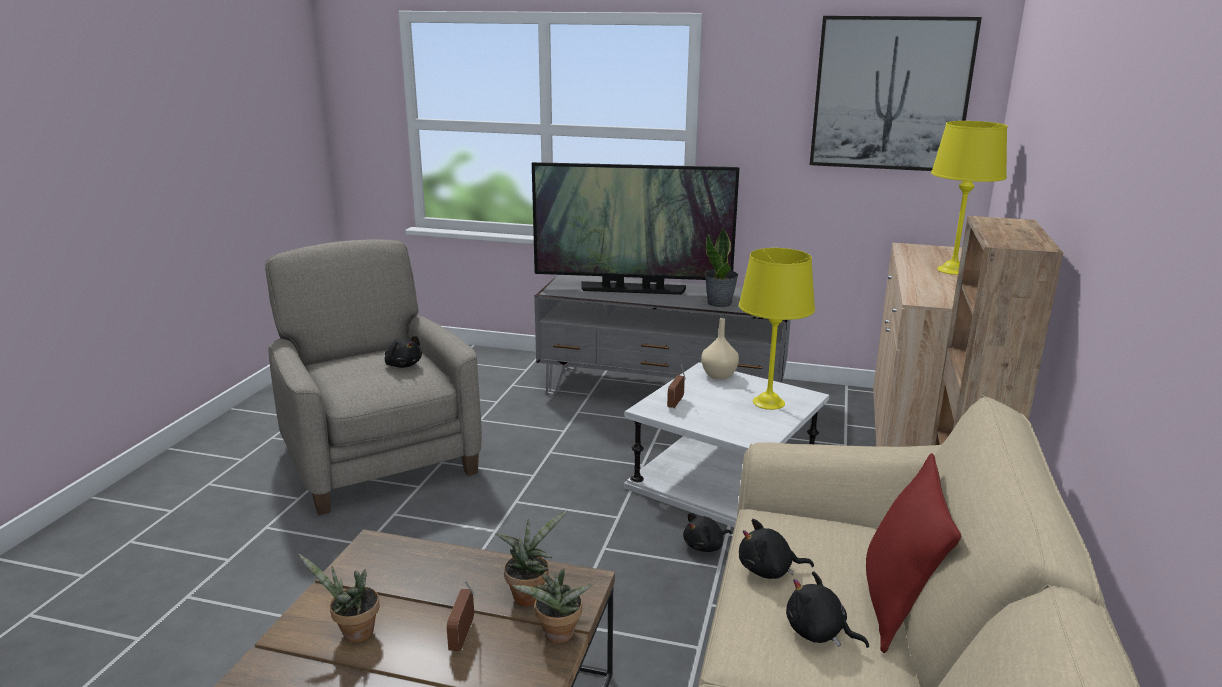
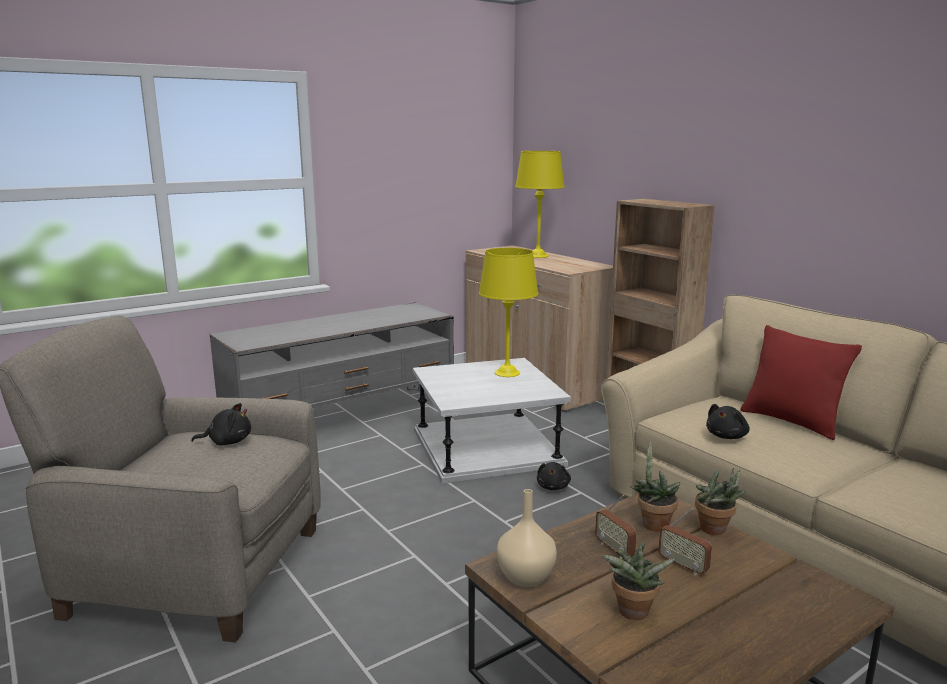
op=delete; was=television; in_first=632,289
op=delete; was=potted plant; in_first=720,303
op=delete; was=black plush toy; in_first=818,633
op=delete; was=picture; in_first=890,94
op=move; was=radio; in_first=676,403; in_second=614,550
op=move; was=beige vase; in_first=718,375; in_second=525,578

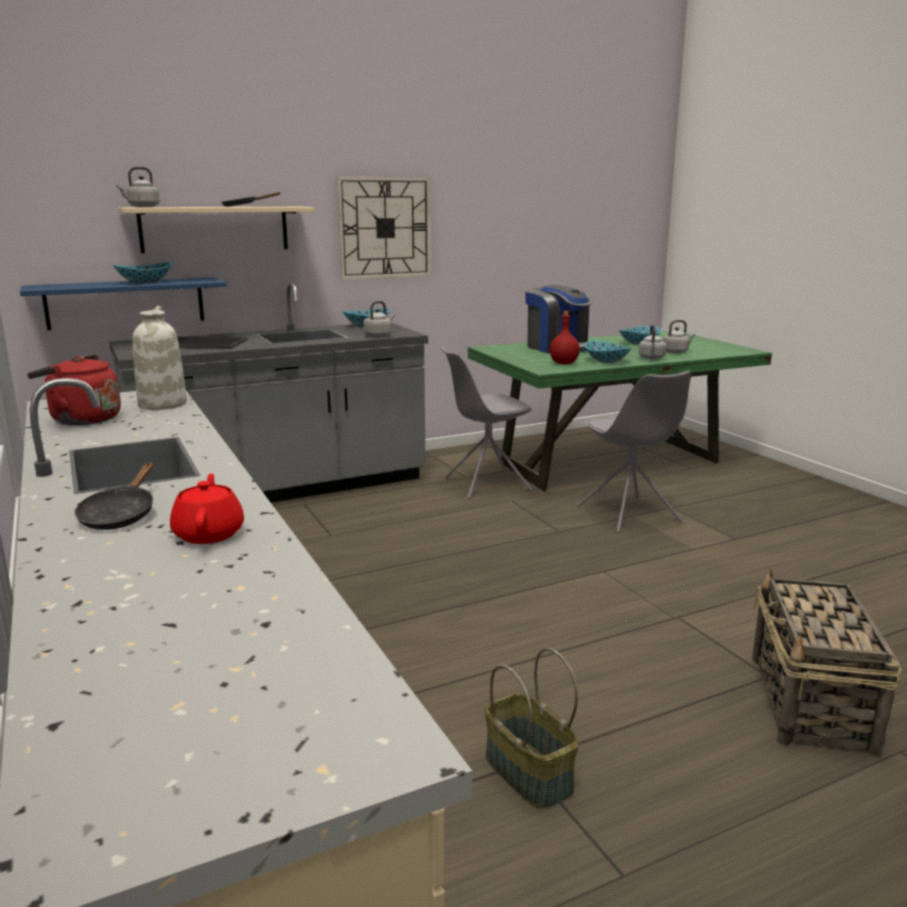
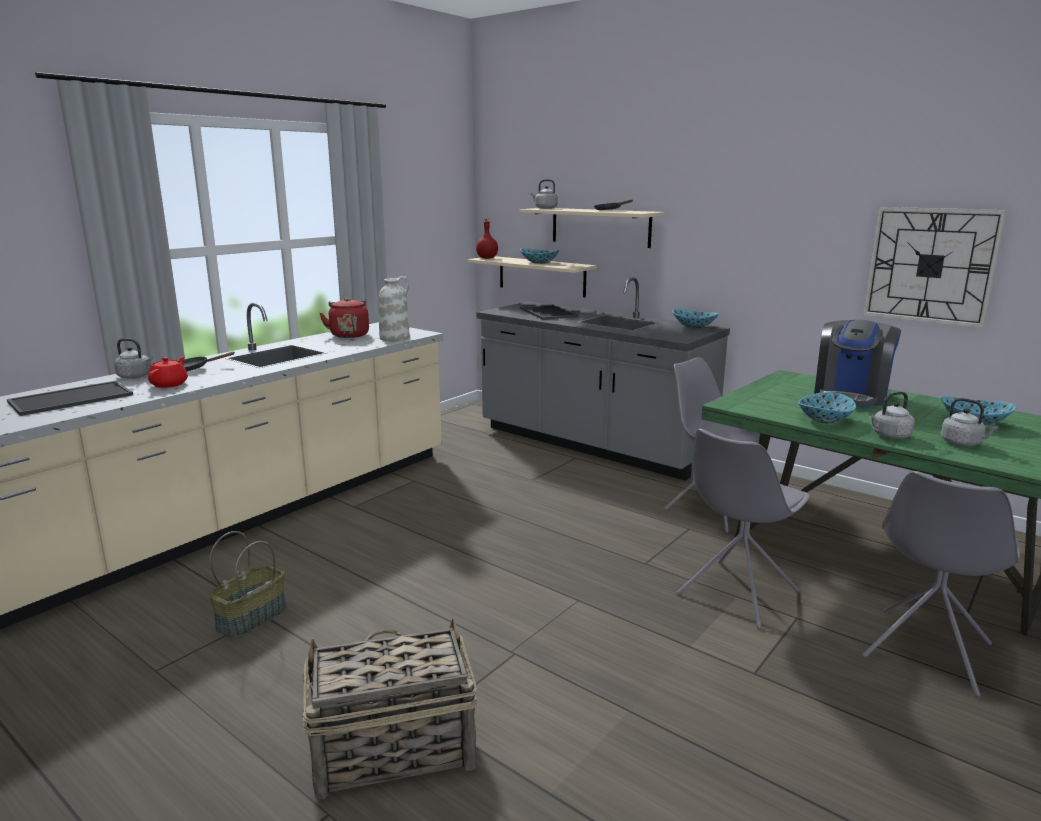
op=insert; now=tray; in_second=72,398
op=insert; now=grey chair; in_second=926,652
op=move; was=wall clock; in_first=384,228; in_second=930,265
op=move; was=grey kettle; in_first=379,335; in_second=136,376
op=move; was=red bottle; in_first=563,363; in_second=487,258
op=recolor; was=blue shelf; now=beige shelf; in_first=126,303; in_second=541,276
op=rotate; was=red teapot; in_first=209,533; in_second=170,384; clockwise=-45

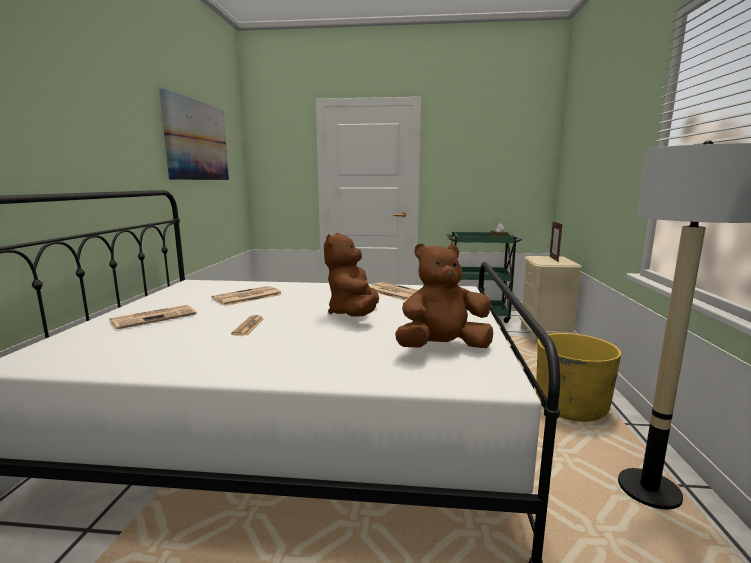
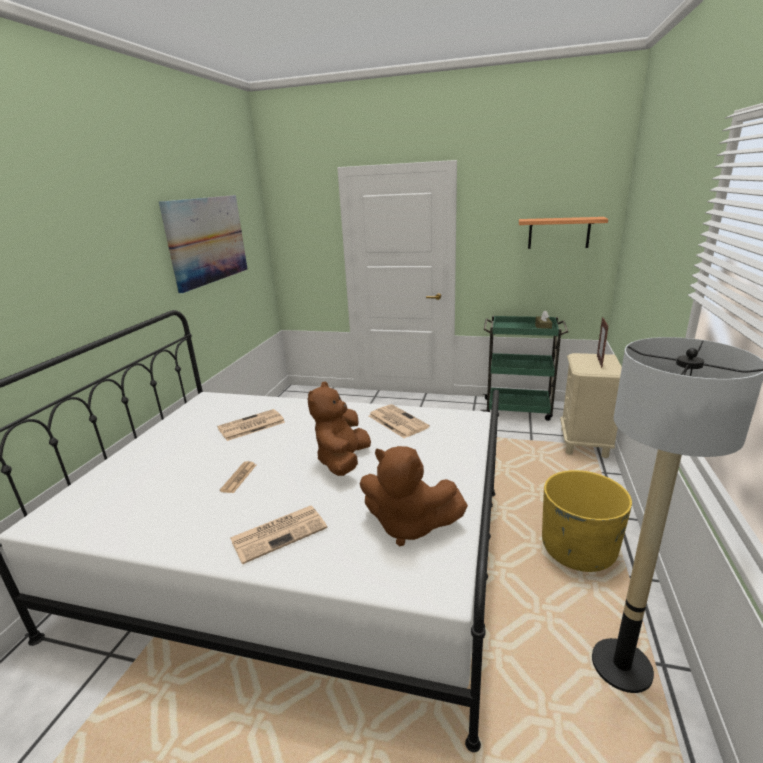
op=insert; now=shelf; in_second=559,233
op=move; was=newspaper; in_first=155,317; in_second=280,532
op=rotate; was=brown plush toy; in_first=442,348; in_second=408,525; clockwise=-150

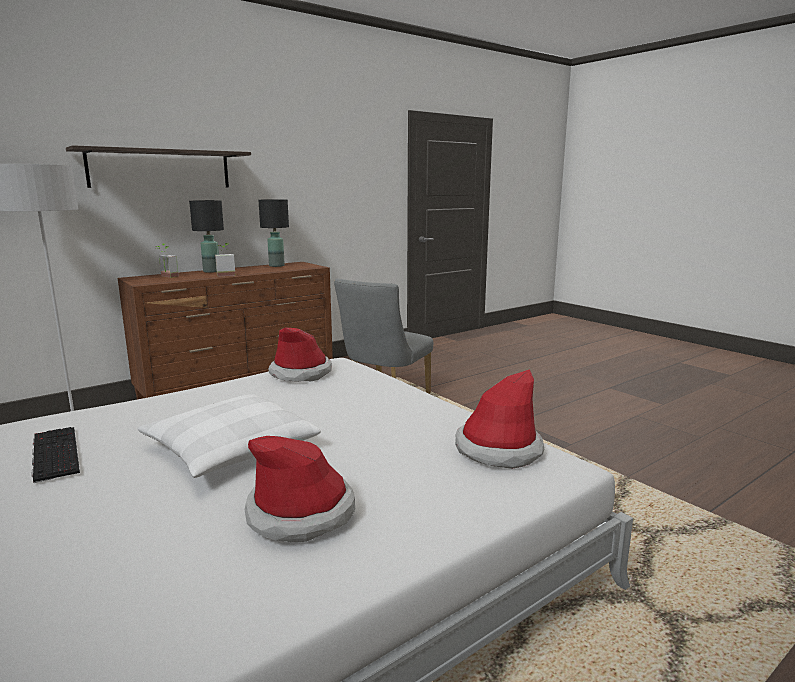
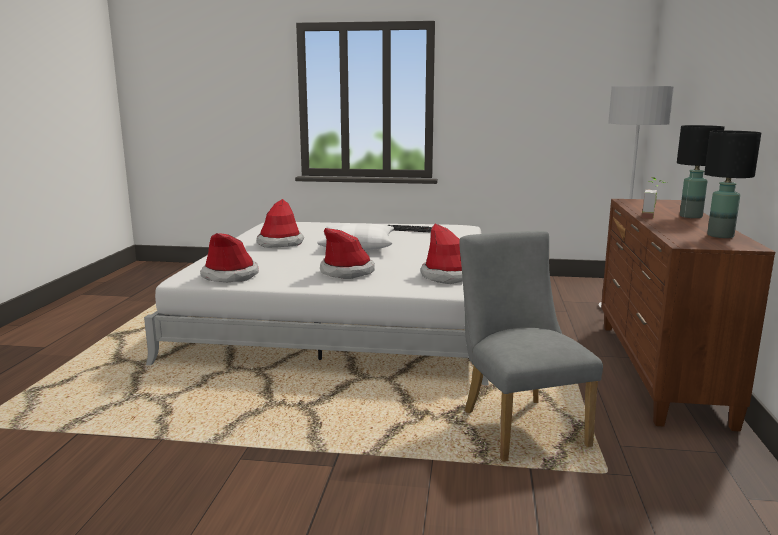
op=delete; was=shelf; in_first=160,169
op=delete; was=potted plant; in_first=166,276
op=insert; now=hat; in_second=347,272

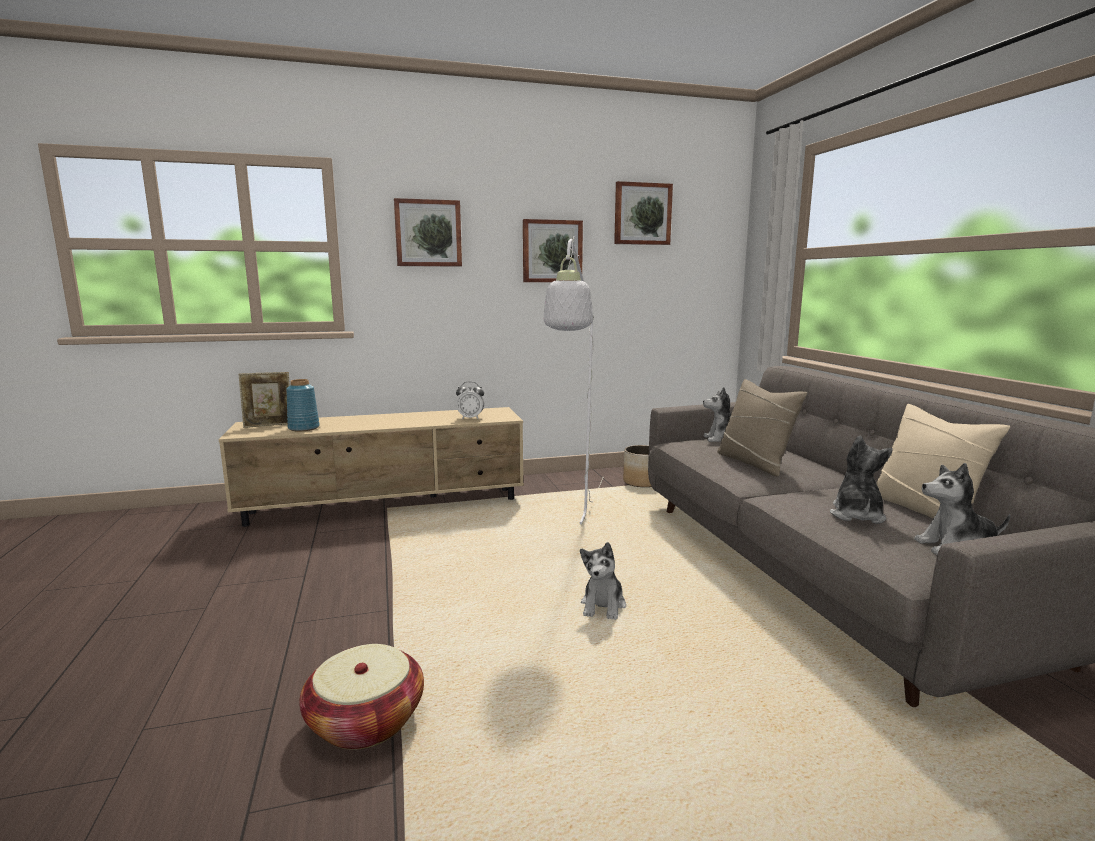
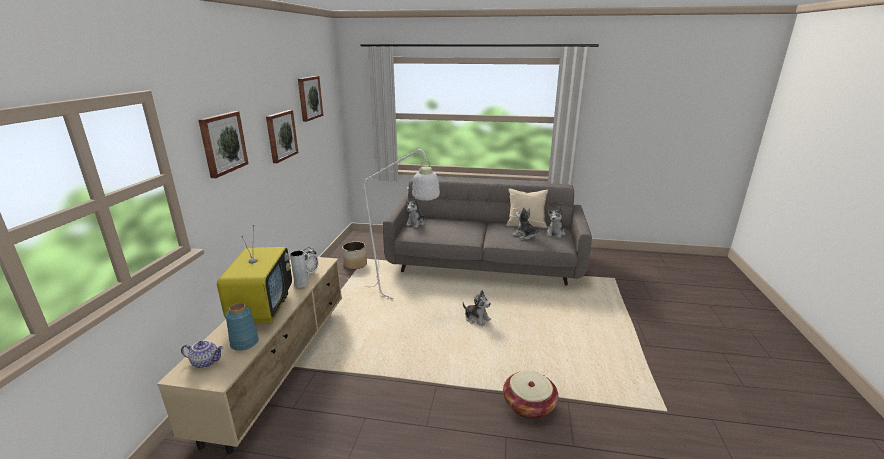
op=delete; was=beige pillow; in_first=754,463
op=insert; now=television; in_second=262,308
op=insert; now=grey vase; in_second=301,284
op=replace; was=picture frame; now=teapot; in_first=269,425; in_second=206,362

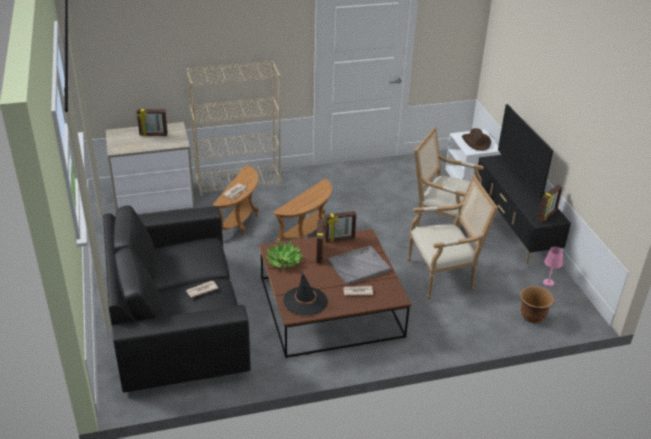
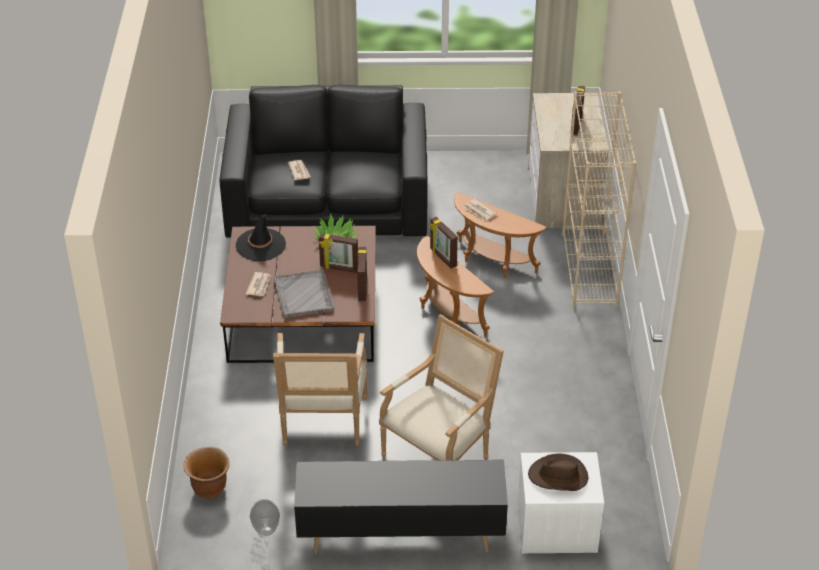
op=delete; was=television; in_first=520,177
op=move; was=picture frame; in_first=547,216; in_second=442,258
op=replace; was=pink table lamp; now=vase; in_first=548,283; in_second=266,531

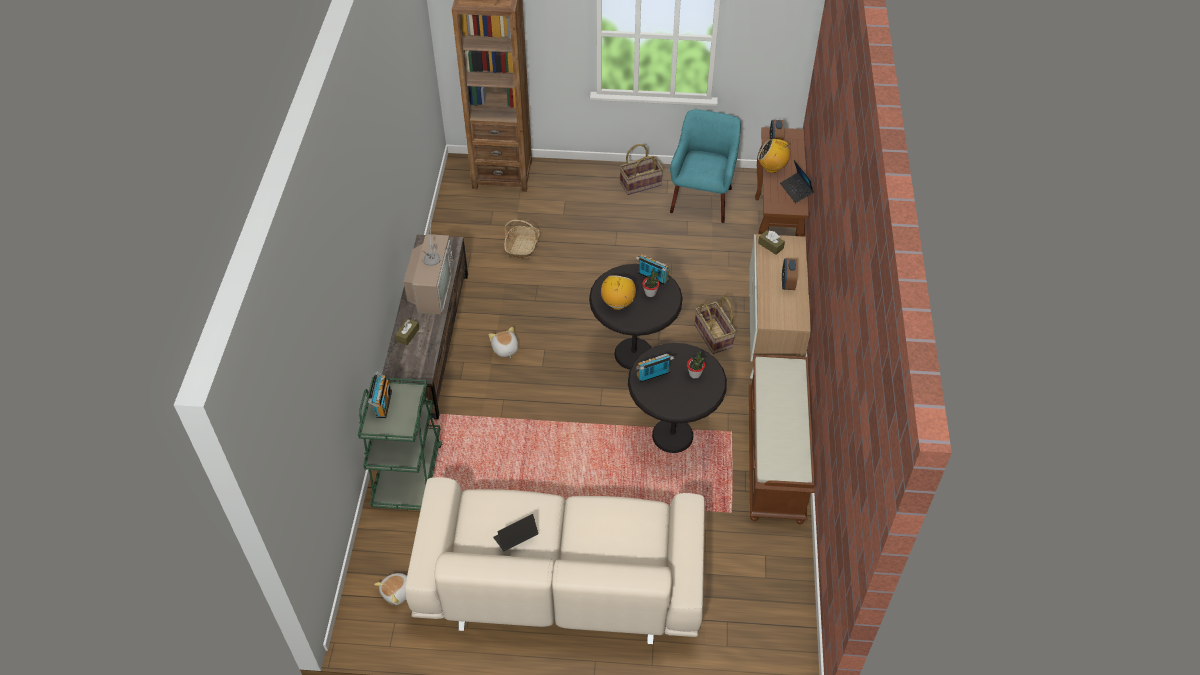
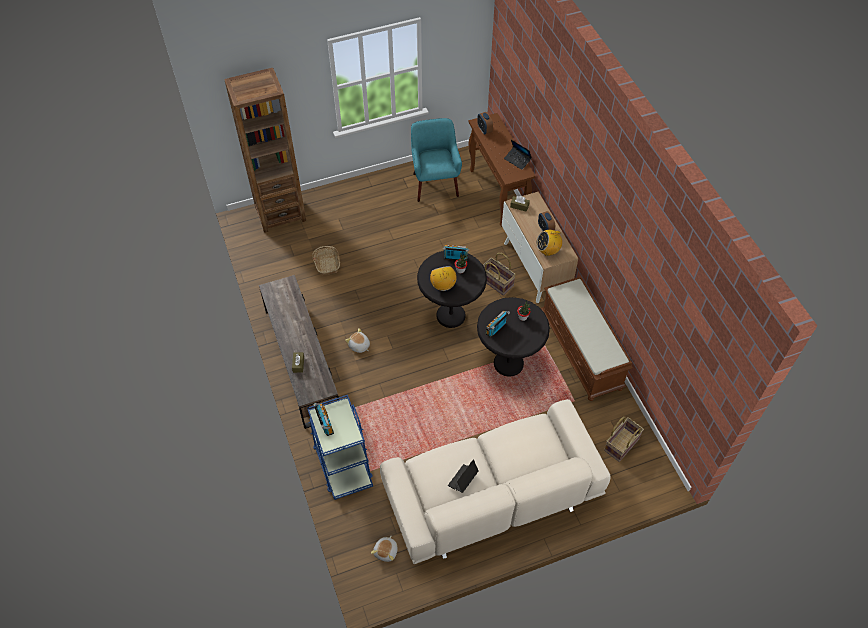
op=delete; was=television; in_first=431,287
op=move; was=basket; in_first=640,183; in_second=621,444
op=move; was=radio; in_first=772,168; in_second=548,251
op=recolor; was=green cart; now=blue cart; in_first=408,472; in_second=343,463

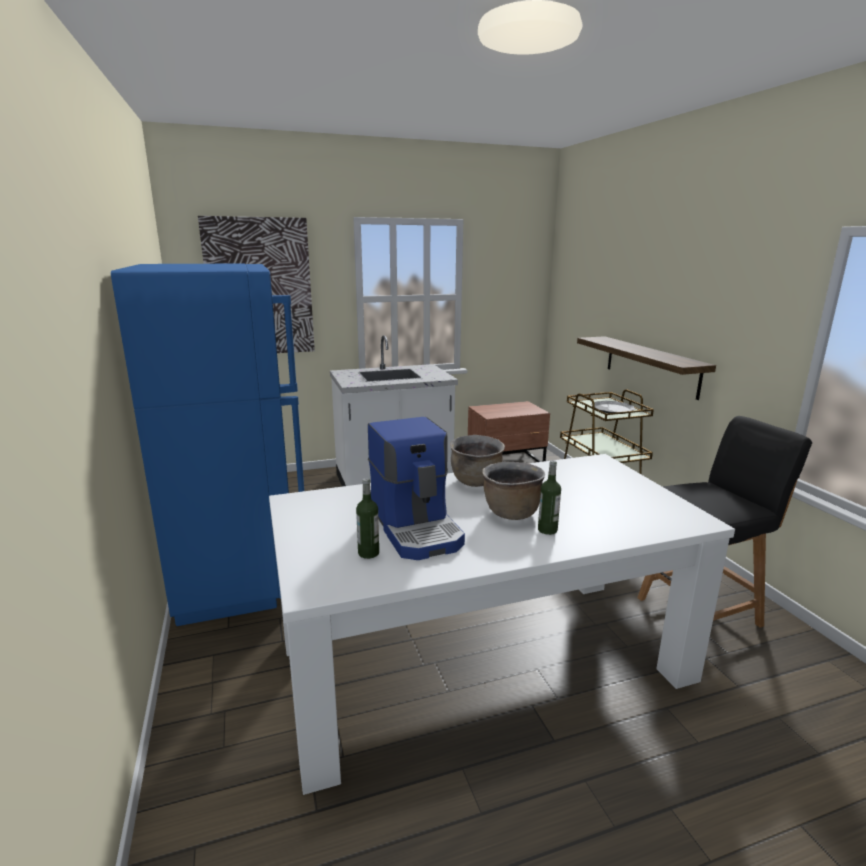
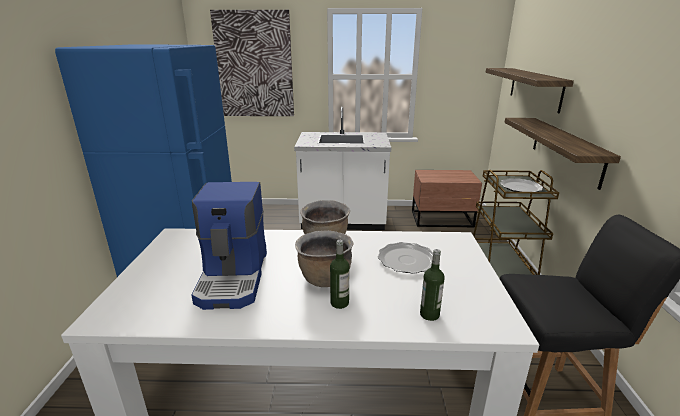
op=insert; now=plate; in_second=406,260
op=insert; now=shelf; in_second=535,88
op=move; was=bottle; in_first=368,553; in_second=429,314

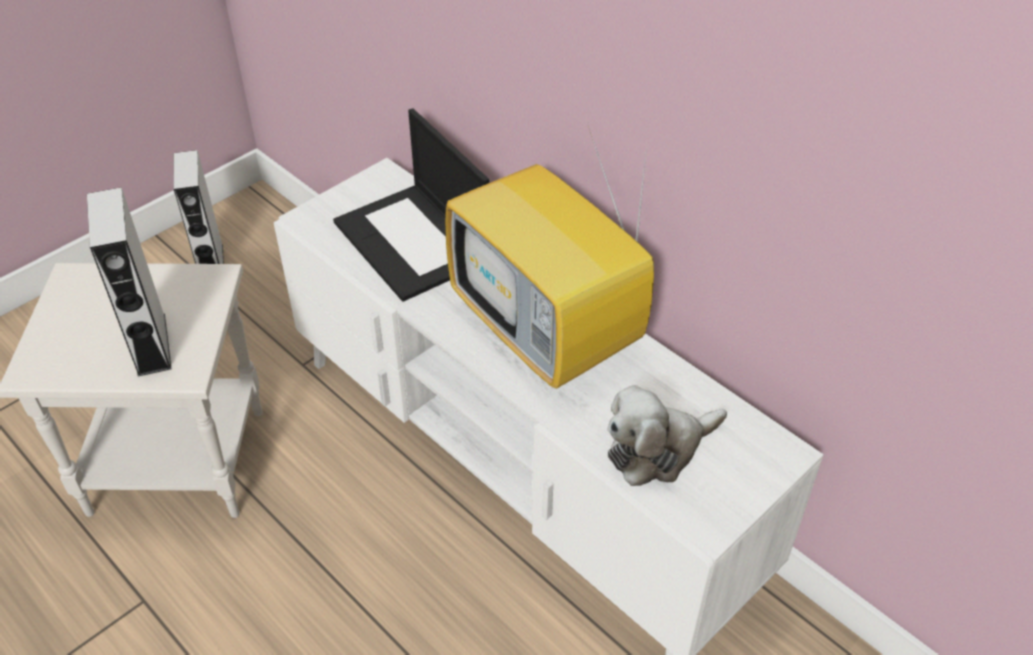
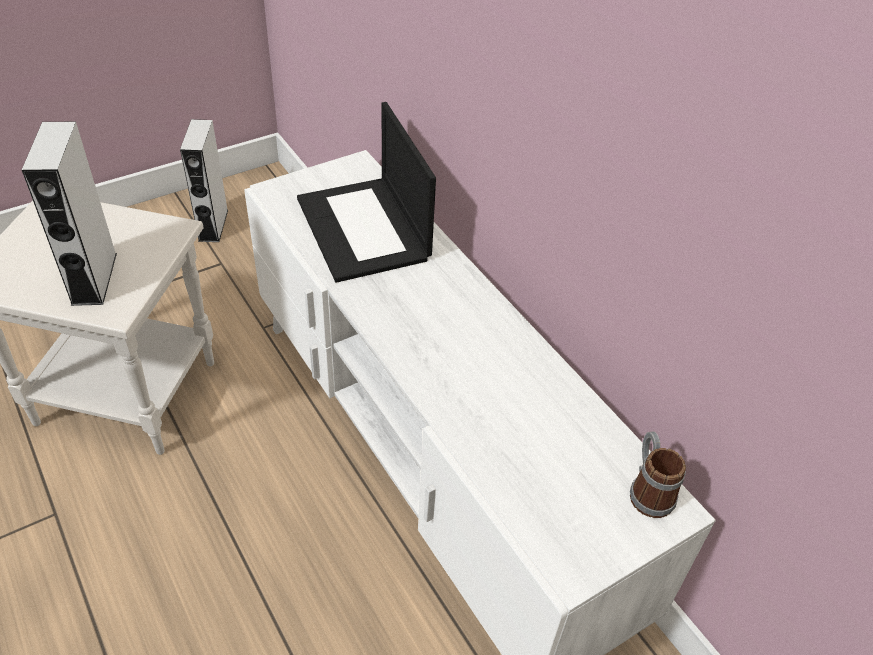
op=delete; was=television; in_first=550,334
op=delete; was=plush toy; in_first=658,449
op=insert; now=mug; in_second=648,490

